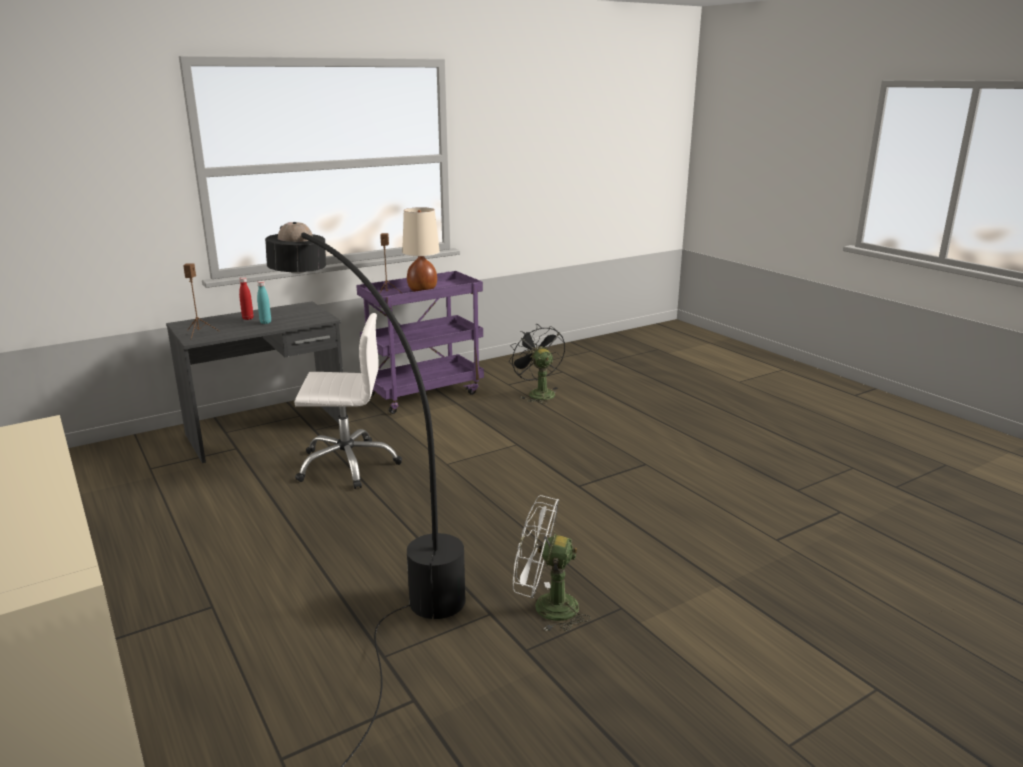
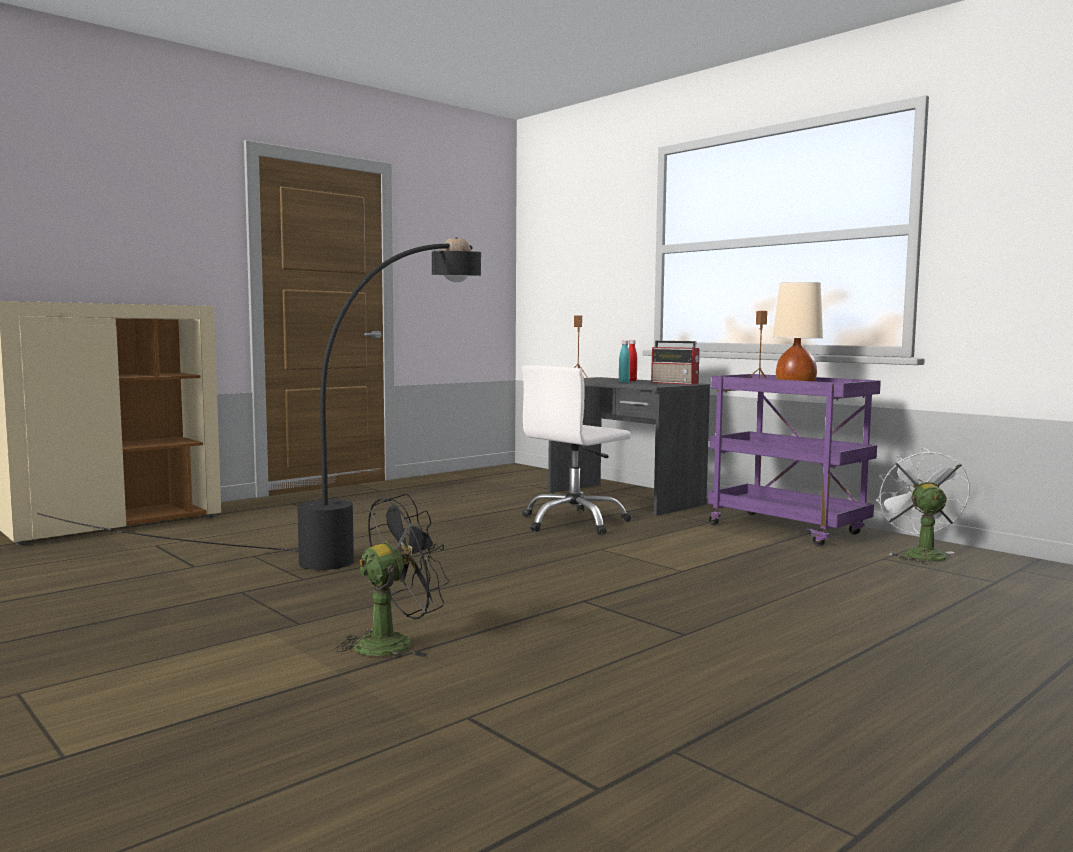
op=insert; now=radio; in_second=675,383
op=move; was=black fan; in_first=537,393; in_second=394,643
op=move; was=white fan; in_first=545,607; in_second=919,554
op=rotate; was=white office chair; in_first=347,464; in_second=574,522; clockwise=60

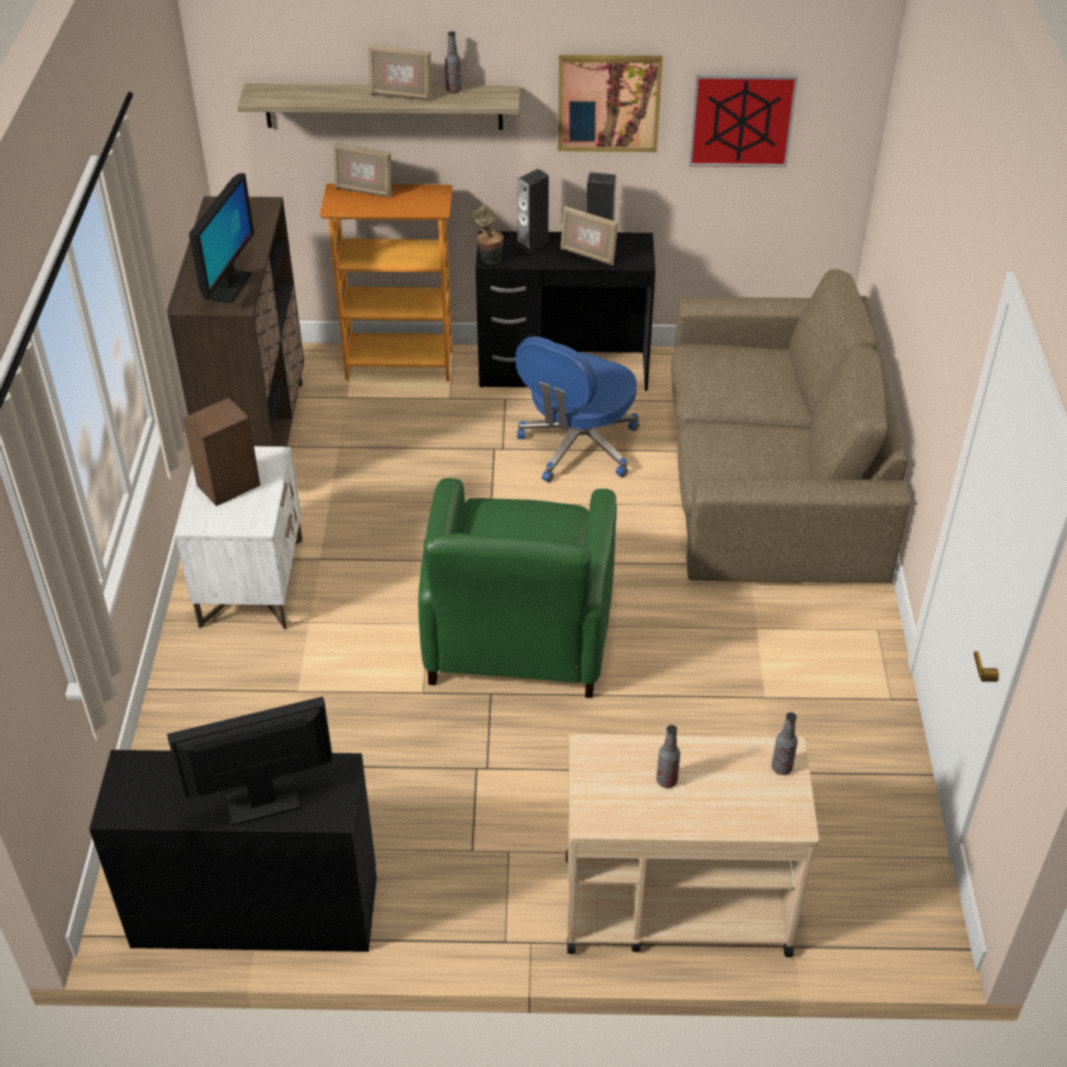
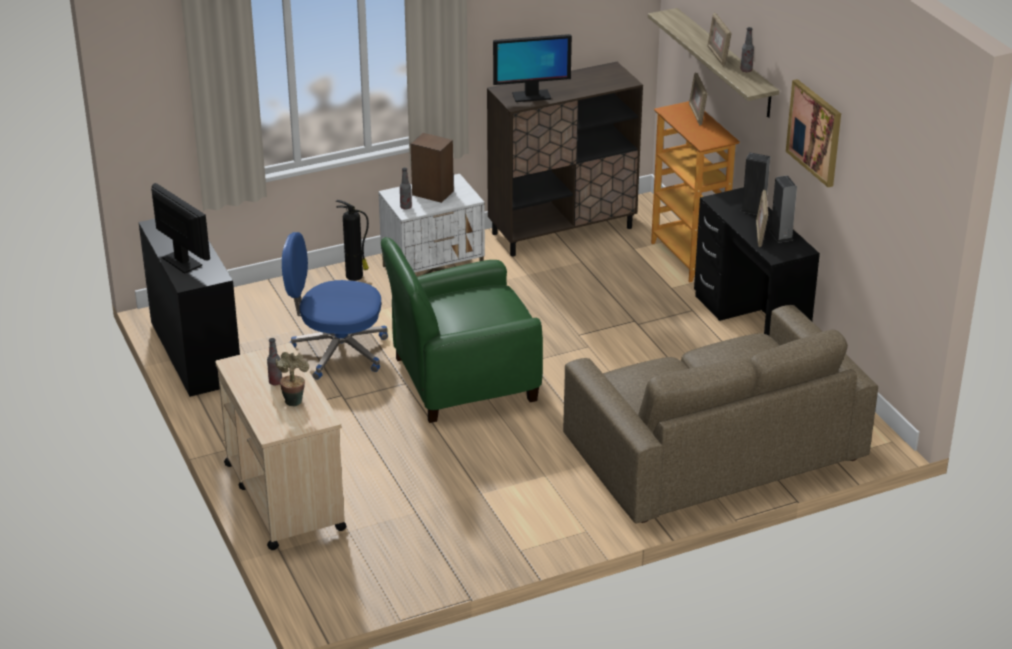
op=delete; was=picture; in_first=742,120
op=insert; now=fire extinguisher; in_second=355,276
op=move; was=potted plant; in_first=489,259; in_second=293,400
op=move; was=blue office chair; in_first=578,447; in_second=337,352
op=move; was=bottle; in_first=781,768; in_second=406,207

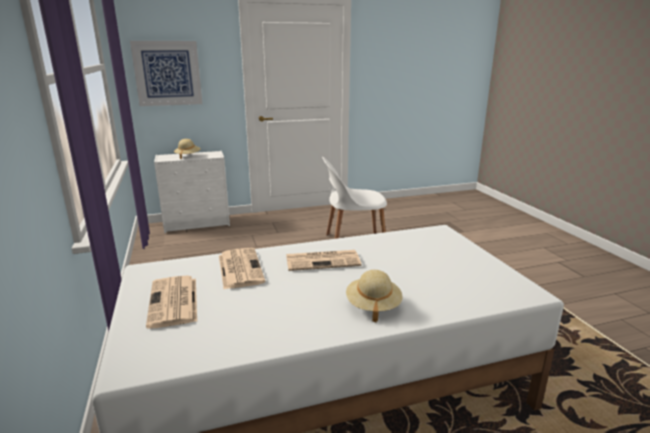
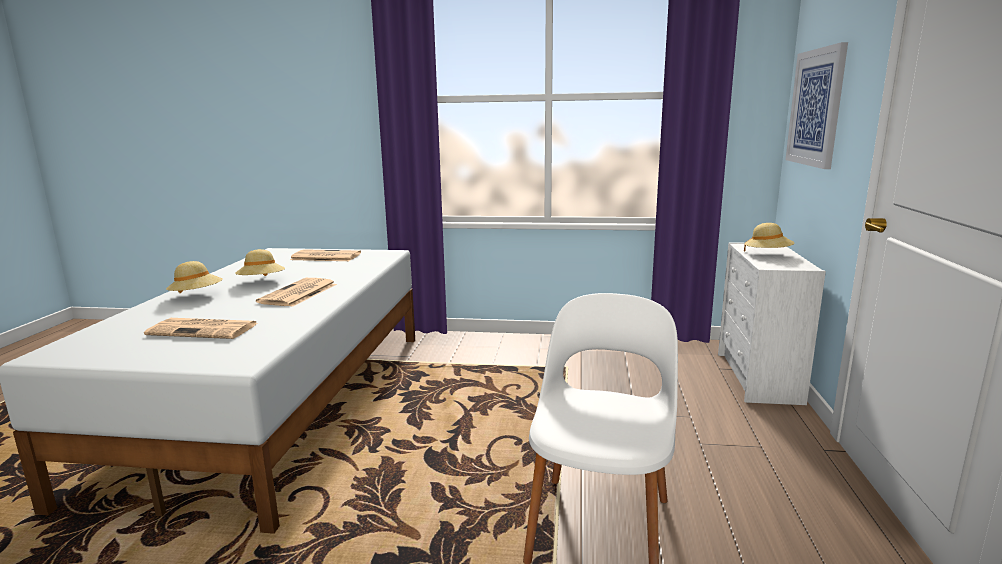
op=insert; now=beige hat; in_second=262,282
op=move; was=newspaper; in_first=239,268; in_second=205,329

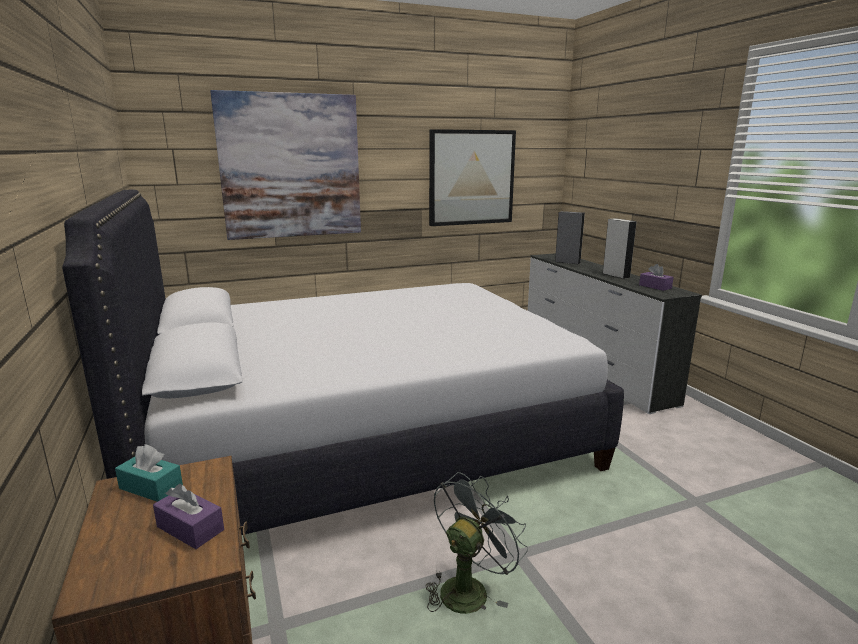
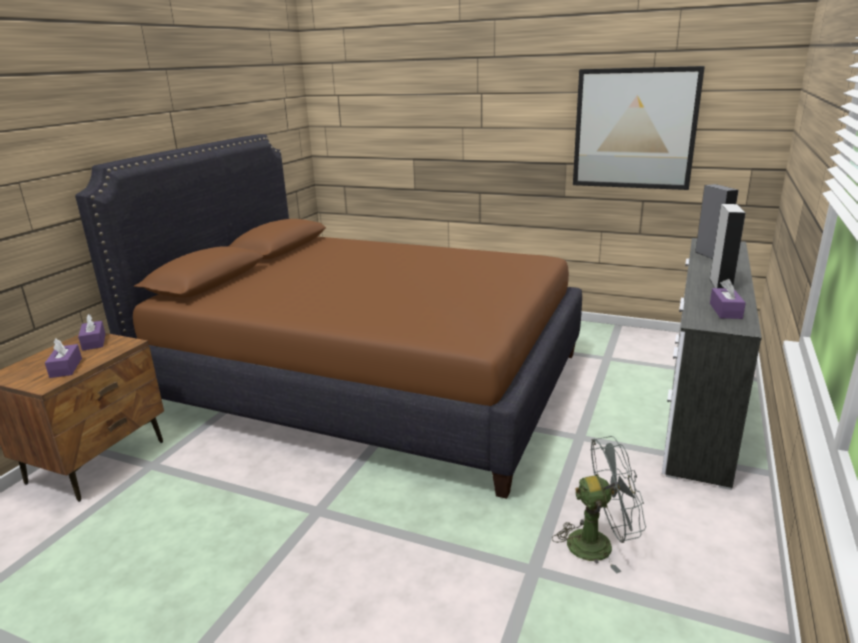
op=delete; was=picture; in_first=291,166
op=move; was=grey fan; in_first=468,587; in_second=599,543
op=recolor; was=white bed; now=brown bed; in_first=365,439; in_second=369,382
op=recolor; was=turquoise tissue box; now=purple tissue box; in_first=151,487; in_second=94,342

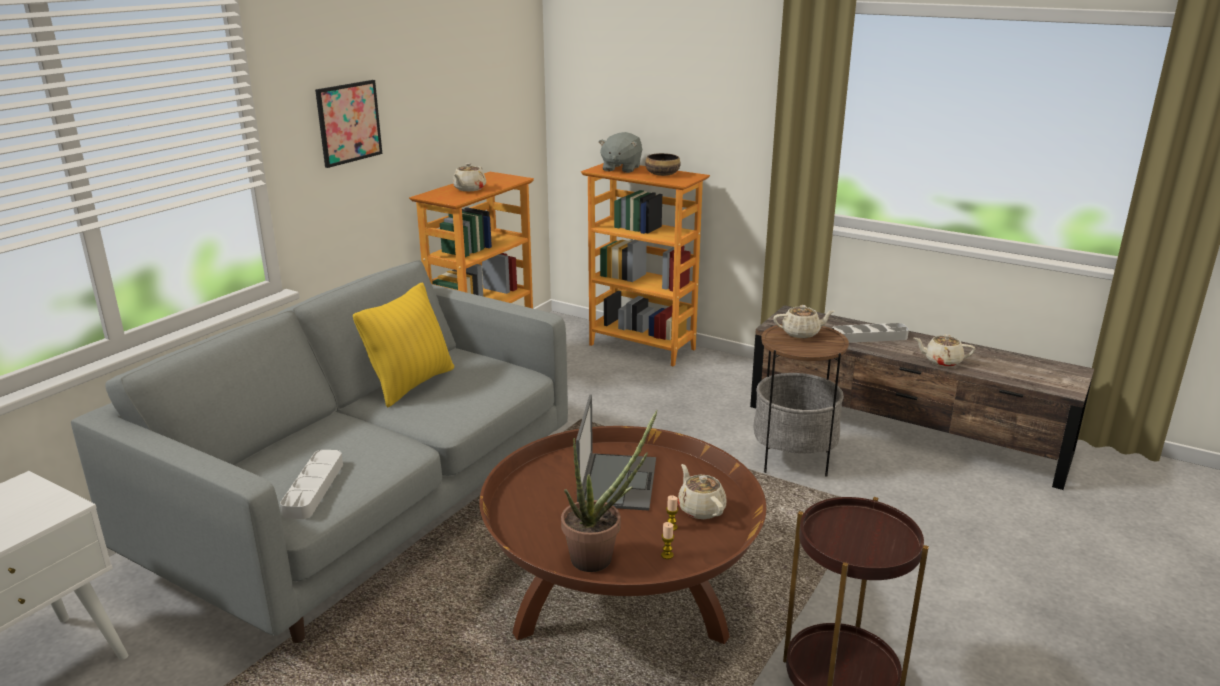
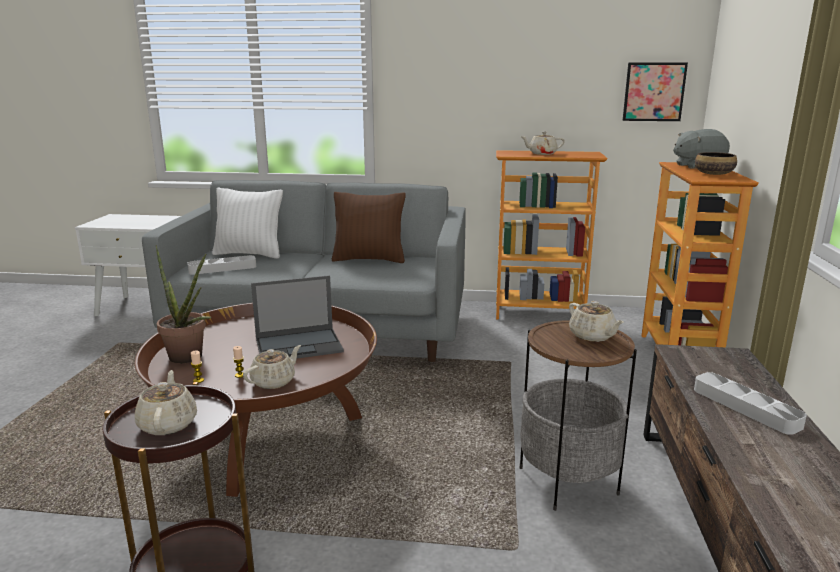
op=insert; now=white pillow; in_second=249,254
op=move; was=picture; in_first=349,123; in_second=654,92
op=move; was=beige teapot; in_first=942,361; in_second=168,423
op=recolor; was=yellow pillow; now=brown pillow; in_first=411,384; in_second=369,259

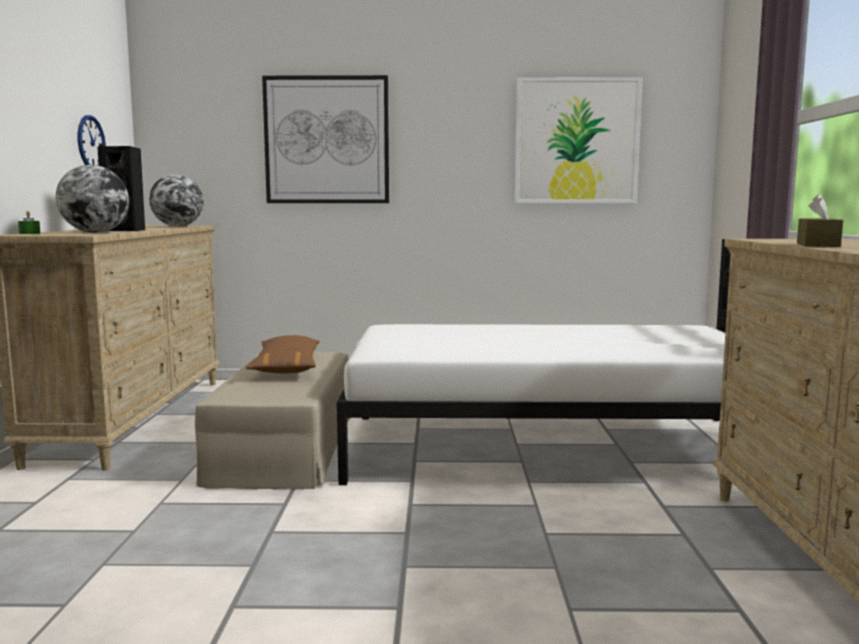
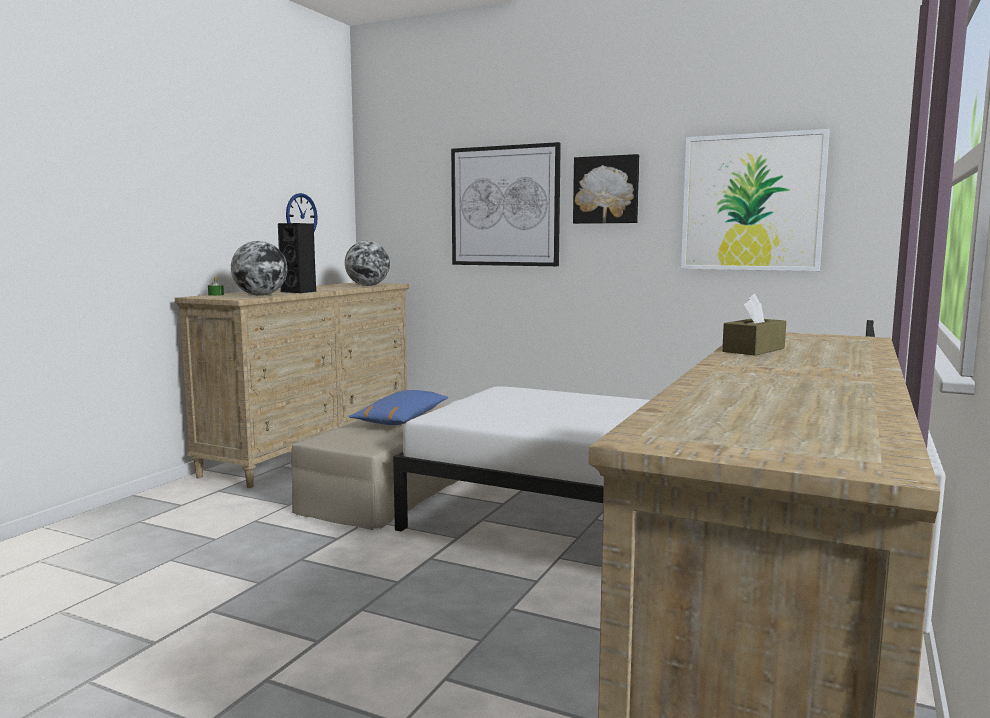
op=insert; now=picture; in_second=606,190
op=recolor; was=brown pillow; now=blue pillow; in_first=287,368; in_second=402,419

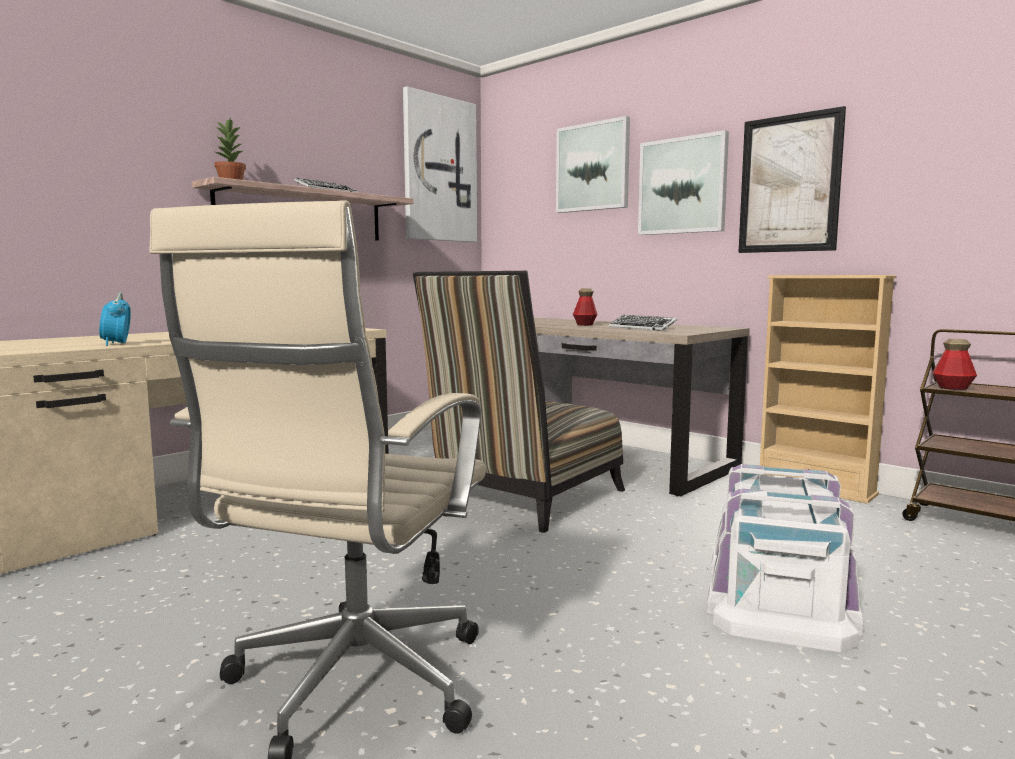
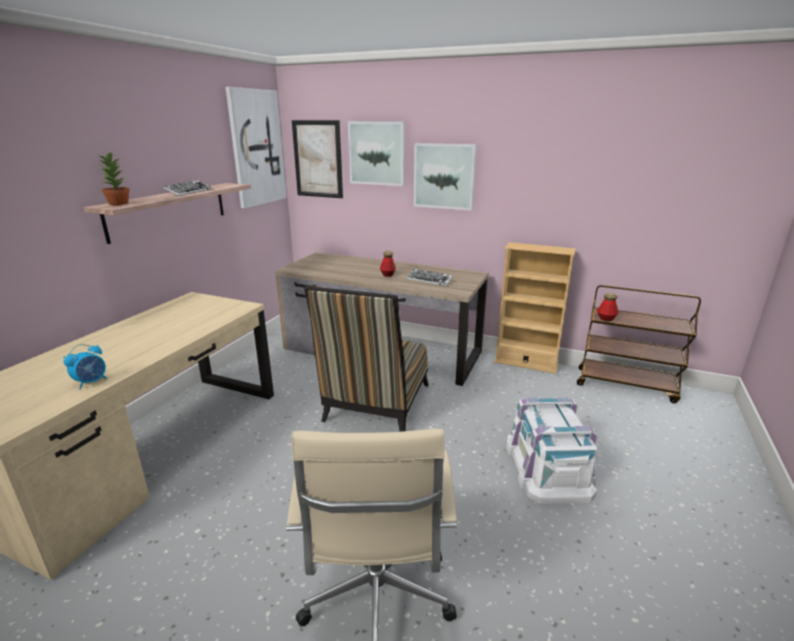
op=move; was=picture; in_first=789,184; in_second=318,159
op=rotate; was=alarm clock; in_first=117,344; in_second=91,382; clockwise=-105

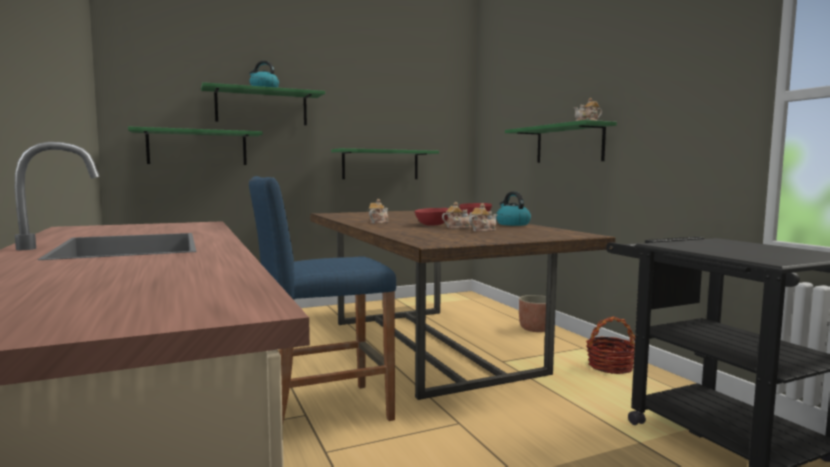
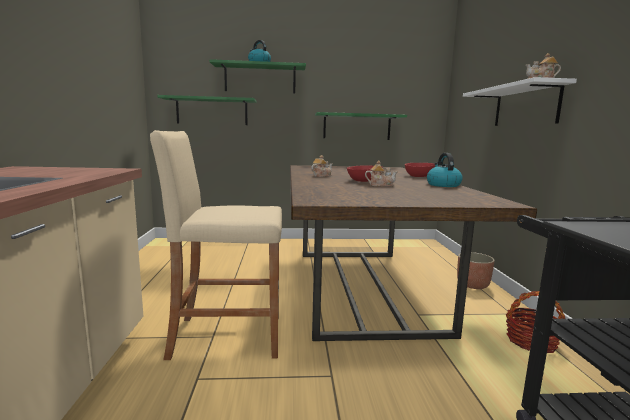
op=delete; was=teapot; in_first=482,230
op=recolor; was=blue stool; now=beige stool; in_first=323,411; in_second=228,336
op=recolor; was=green shelf; now=white shelf; in_first=569,144; in_second=525,106

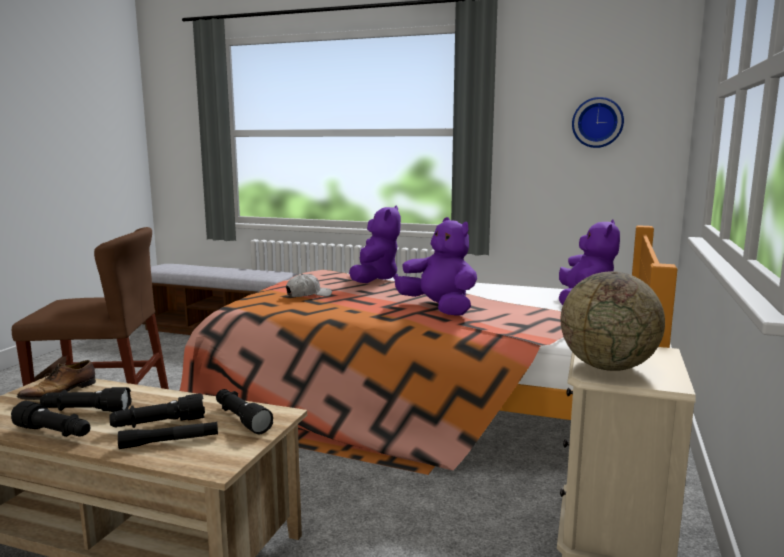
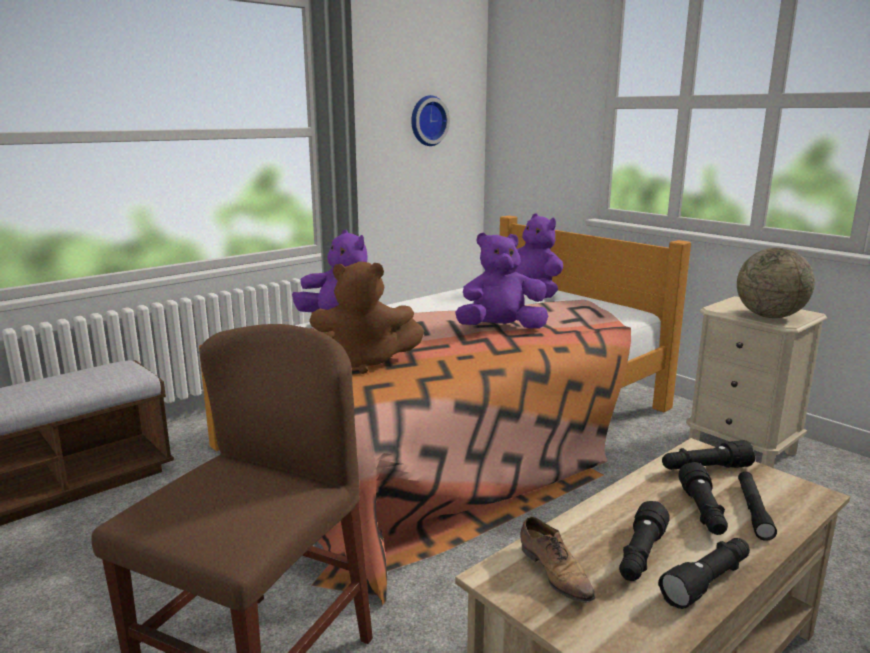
op=replace; was=white cap; now=brown plush toy; in_first=308,295; in_second=365,362

